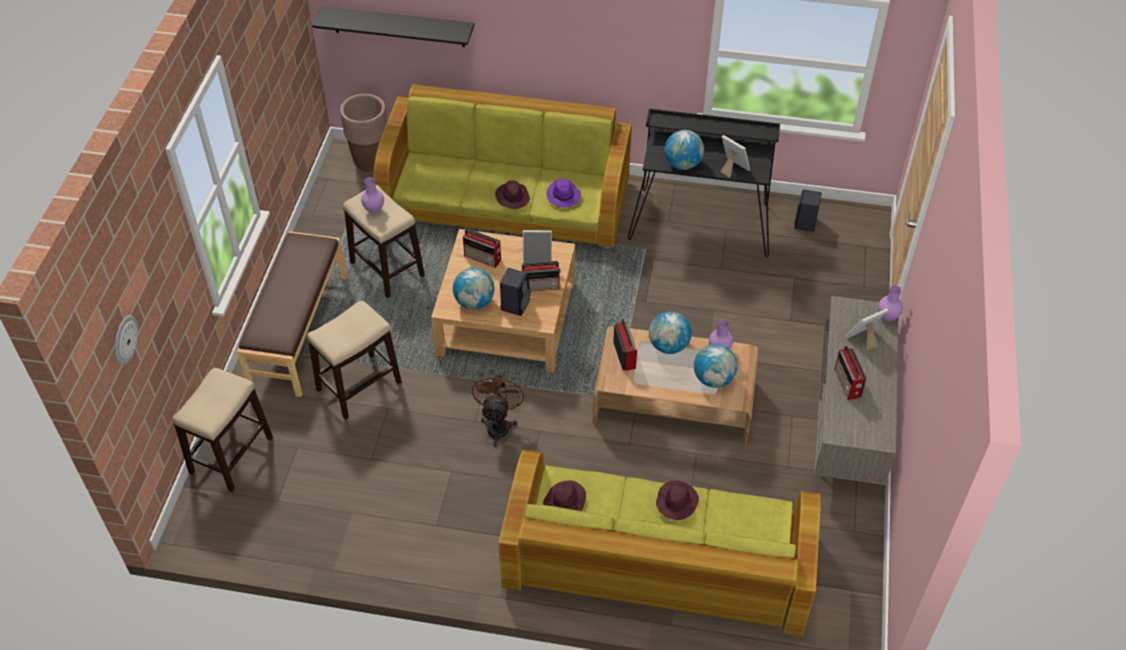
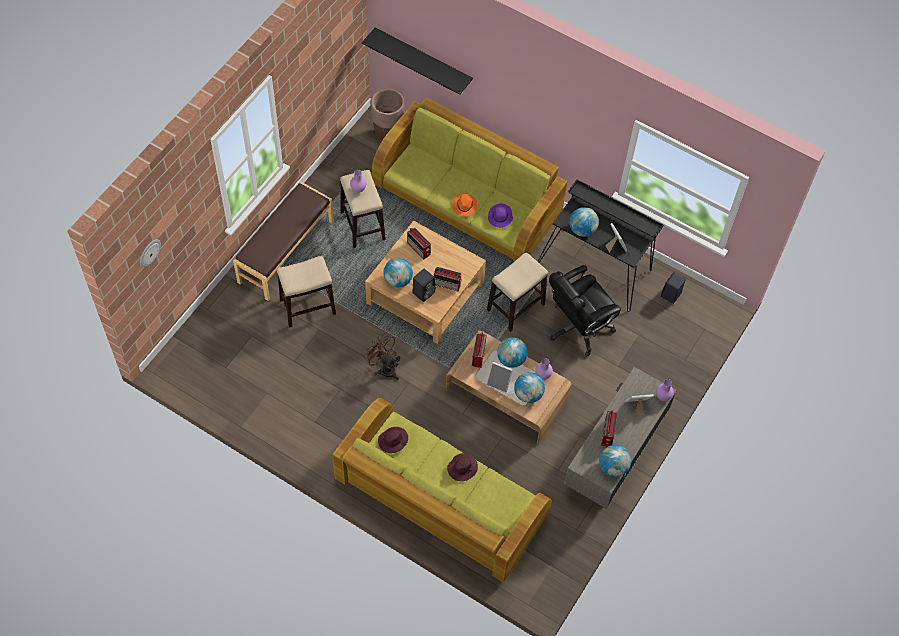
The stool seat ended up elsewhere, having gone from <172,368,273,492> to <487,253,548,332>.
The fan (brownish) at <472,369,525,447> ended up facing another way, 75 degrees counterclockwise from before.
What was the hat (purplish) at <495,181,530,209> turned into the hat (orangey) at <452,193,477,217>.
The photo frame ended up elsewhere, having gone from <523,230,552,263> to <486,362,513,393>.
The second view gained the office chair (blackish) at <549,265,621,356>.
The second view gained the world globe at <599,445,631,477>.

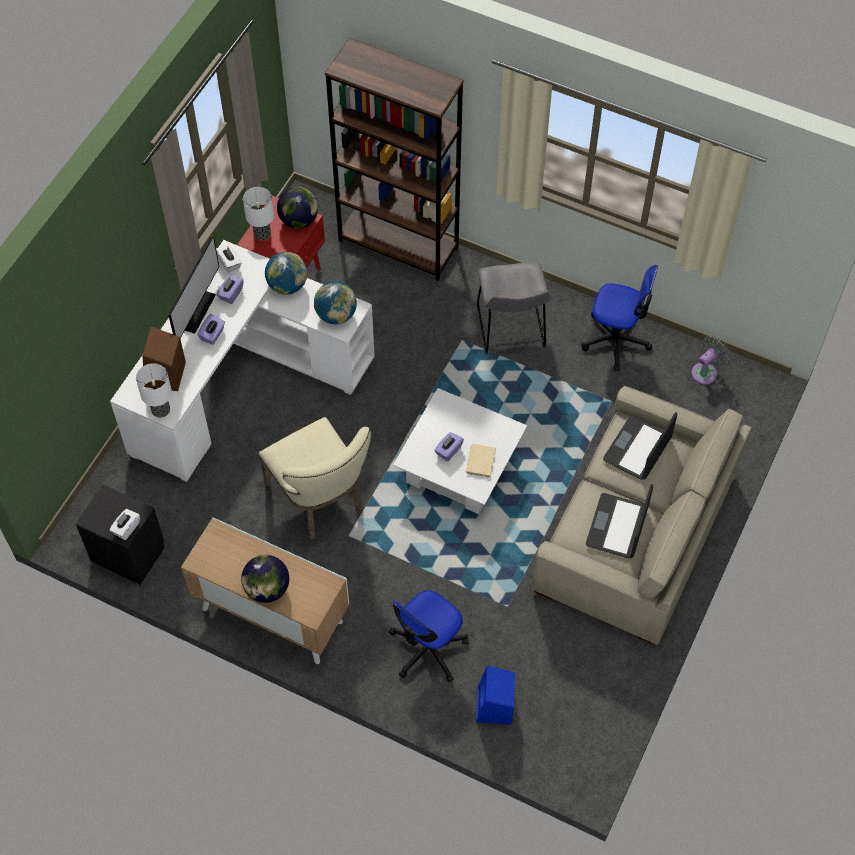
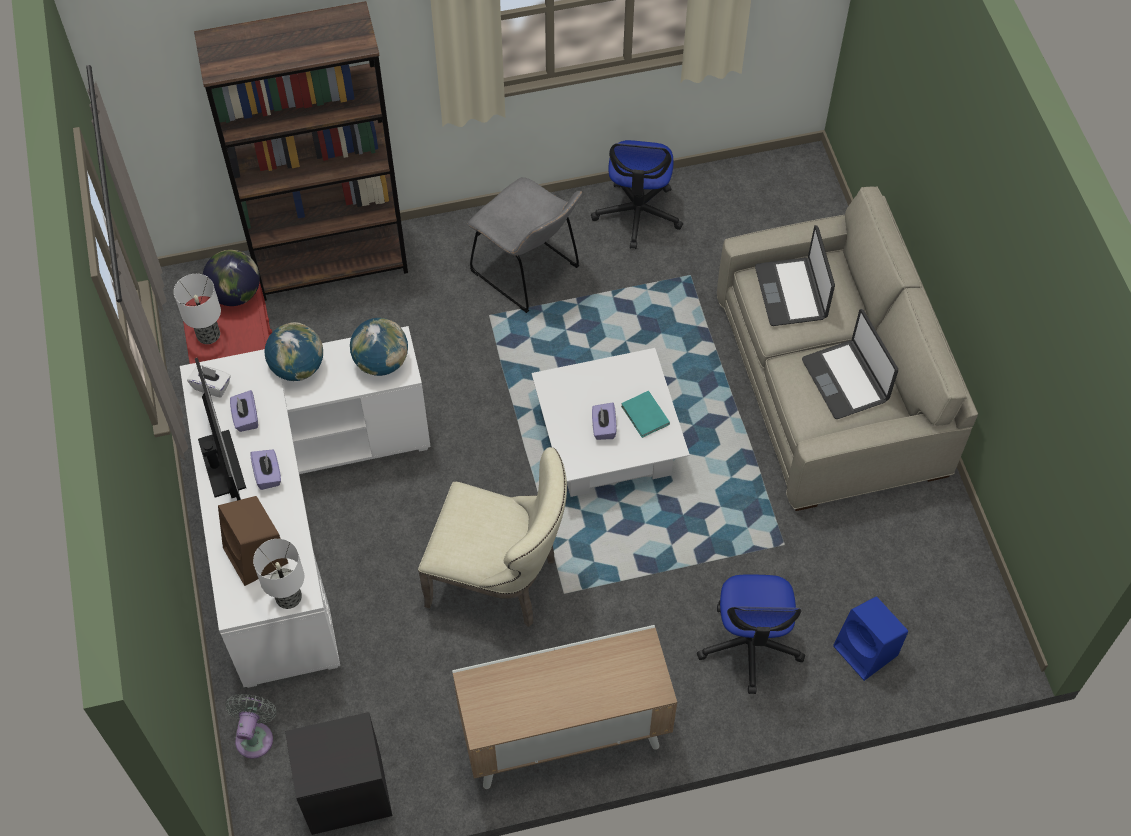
The second view lost the tissue box (whitish) at <109,509,140,540>.
The second view lost the world globe at <241,555,289,603>.
What was the volume (beige-coloured) at <466,444,496,478> turned into the volume (blue-green) at <621,391,670,438>.
The office chair at <582,265,658,371> ended up facing another way, 120 degrees clockwise from before.
The fan (grey) ended up elsewhere, having gone from <691,336,731,385> to <225,694,277,759>.

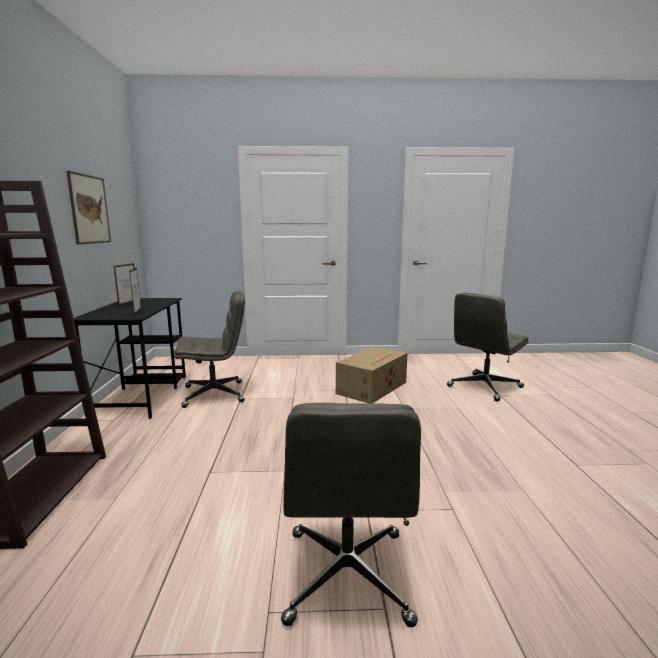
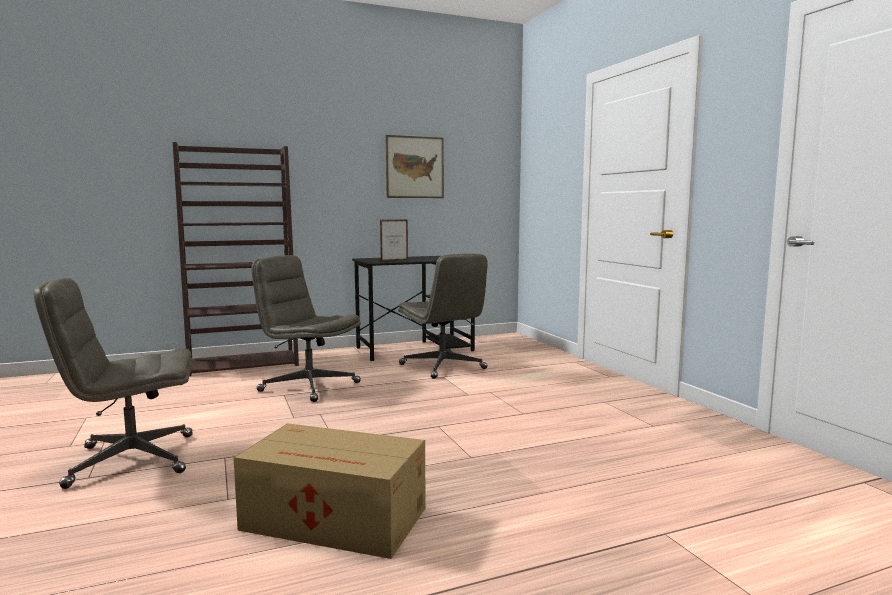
The second view lost the photo frame at <114,263,134,306>.
The carton ended up elsewhere, having gone from <336,346,408,403> to <234,423,426,559>.
The office chair (grey) ended up elsewhere, having gone from <447,293,529,402> to <251,255,361,402>.

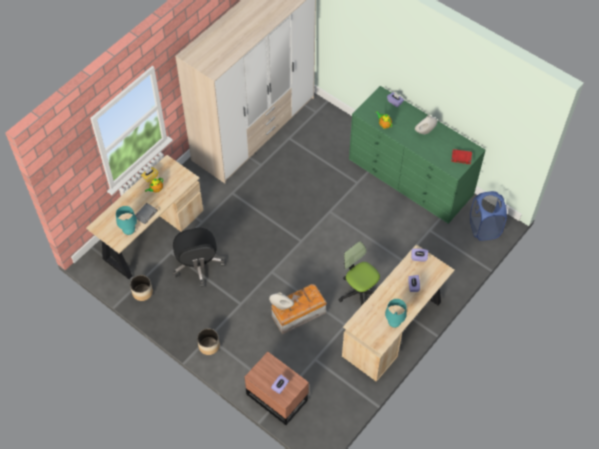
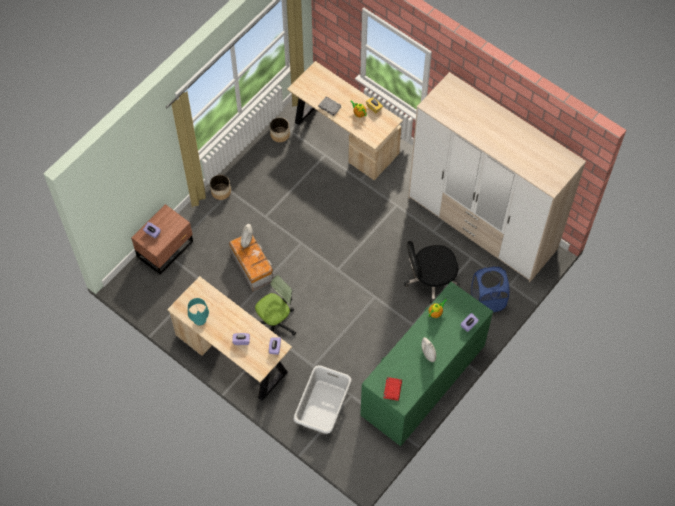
The second view lost the table lamp (blue-green) at <116,206,137,235>.
The office chair (blackish) ended up elsewhere, having gone from <173,228,225,287> to <404,241,460,305>.
The hamper (blue) ended up elsewhere, having gone from <470,191,507,241> to <471,266,509,312>.
The second view gained the hamper (grey) at <293,365,352,434>.

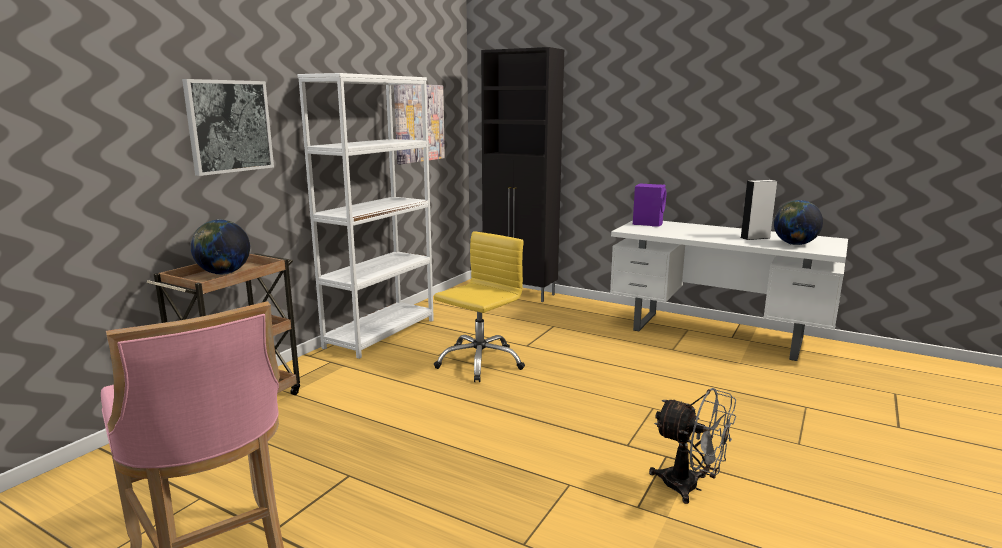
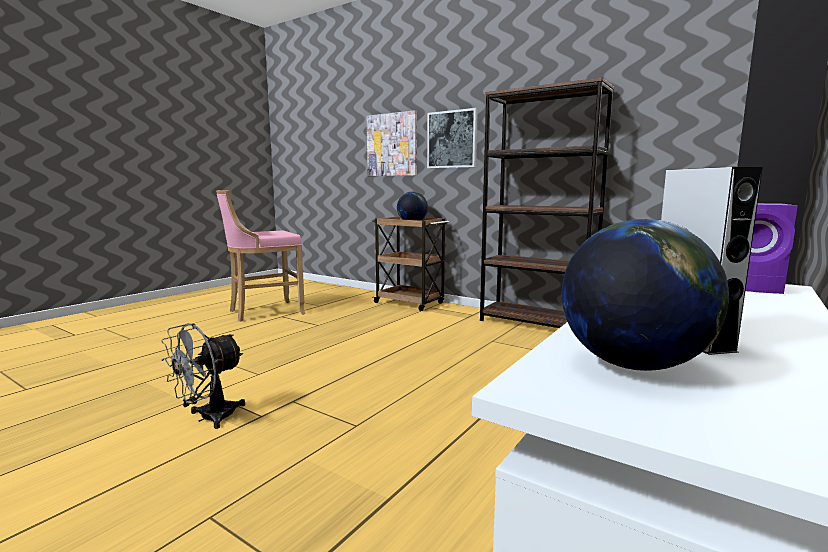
What was the shelving unit (whitish) at <297,73,434,359> turned into the shelving unit (brownish) at <480,77,614,328>.
The picture ended up elsewhere, having gone from <394,84,445,164> to <367,110,417,176>.
The second view lost the office chair (yellow-coloured) at <434,231,525,382>.

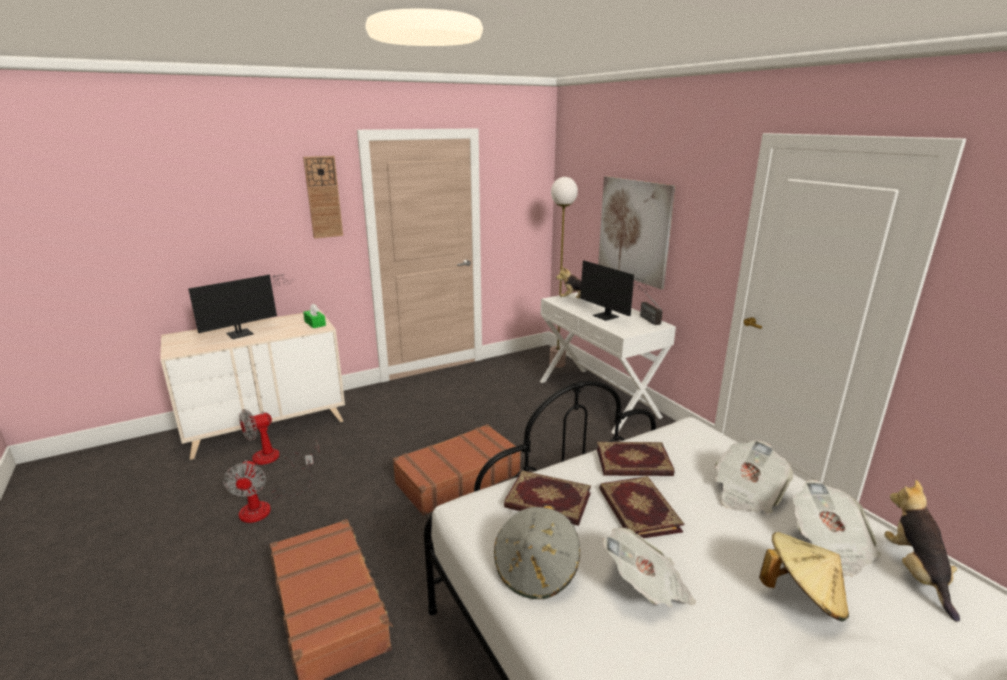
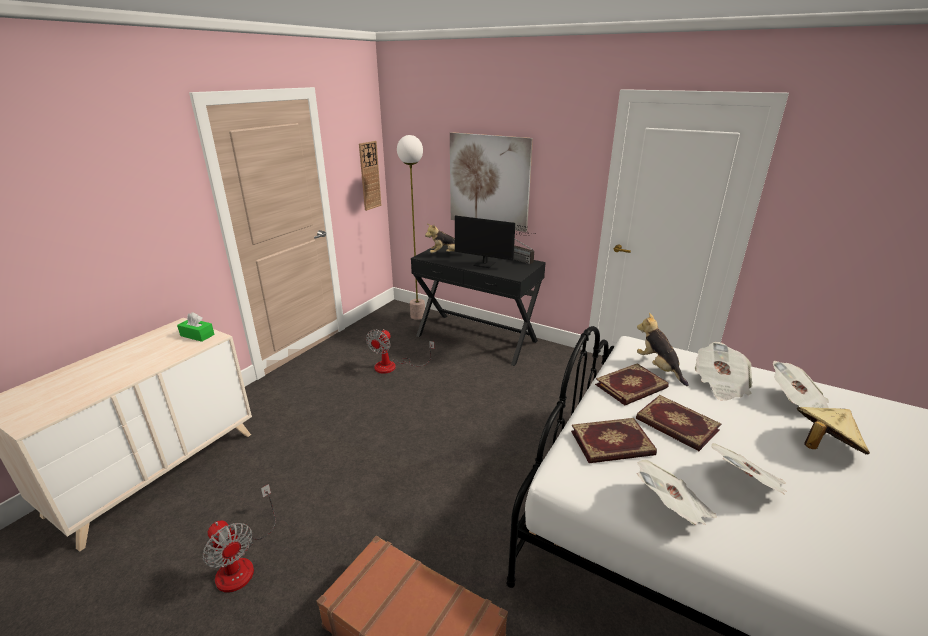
The second view lost the computer screen at <188,274,294,339>.
The fan ended up elsewhere, having gone from <239,409,320,468> to <366,329,435,373>.
The clock on the wall ended up elsewhere, having gone from <303,156,343,239> to <359,141,381,211>.
The second view lost the travel case (brownish) at <393,424,521,516>.
Where the hat (grey) stood at <494,505,580,599>, the daily paper came to stand at <637,460,717,525>.
What was the hall table (whitish) at <540,292,676,434> turned into the hall table (blackish) at <411,245,546,366>.
The soft toy ended up elsewhere, having gone from <884,480,960,622> to <637,313,689,386>.

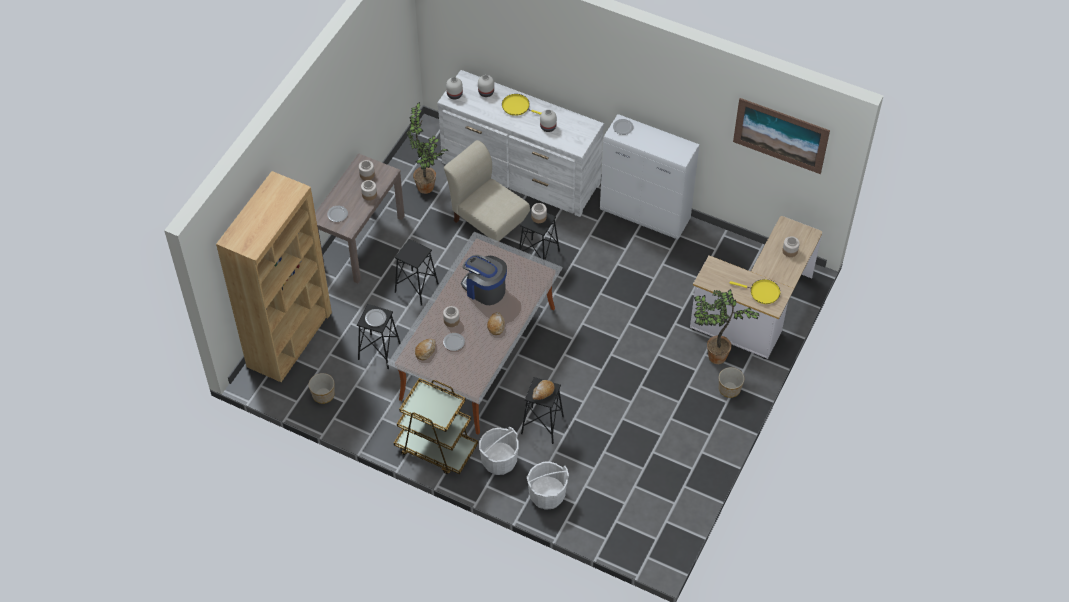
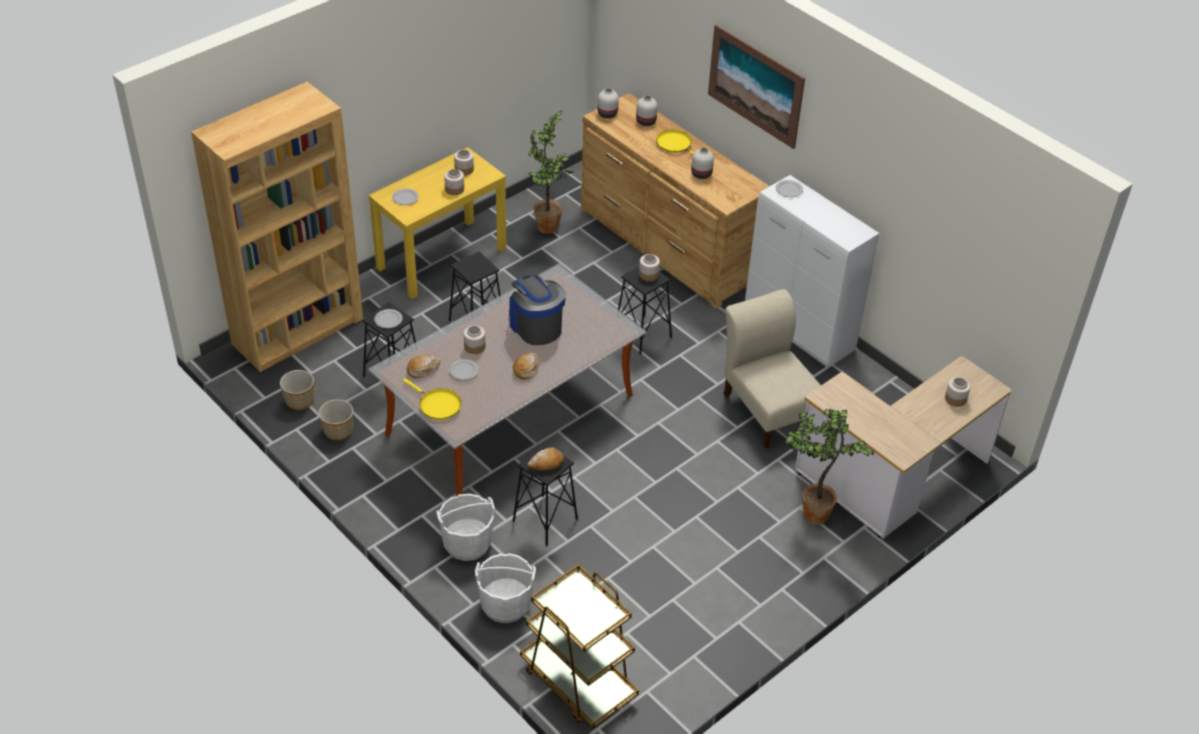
What was the hall table (brownish) at <315,153,405,283> turned into the hall table (yellow-coloured) at <368,147,507,299>.
The cart (brownish) ended up elsewhere, having gone from <394,378,478,474> to <520,564,639,728>.
What was the drawer chest (whitish) at <437,70,604,217> turned into the drawer chest (brownish) at <581,93,769,309>.
The chair (beige-coloured) ended up elsewhere, having gone from <444,140,530,242> to <723,289,821,448>.
The planter ended up elsewhere, having gone from <719,367,744,398> to <319,399,353,440>.
The skillet (yellow-coloured) ended up elsewhere, having gone from <730,279,780,304> to <403,378,461,420>.
The picture ended up elsewhere, having gone from <733,98,830,174> to <708,24,805,149>.

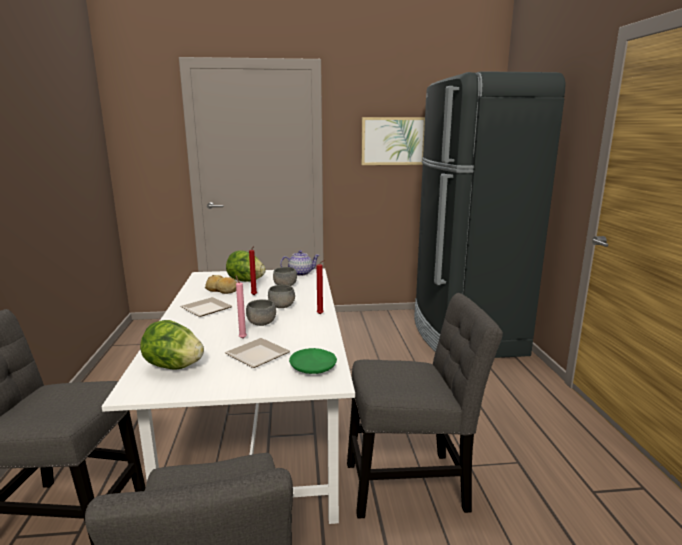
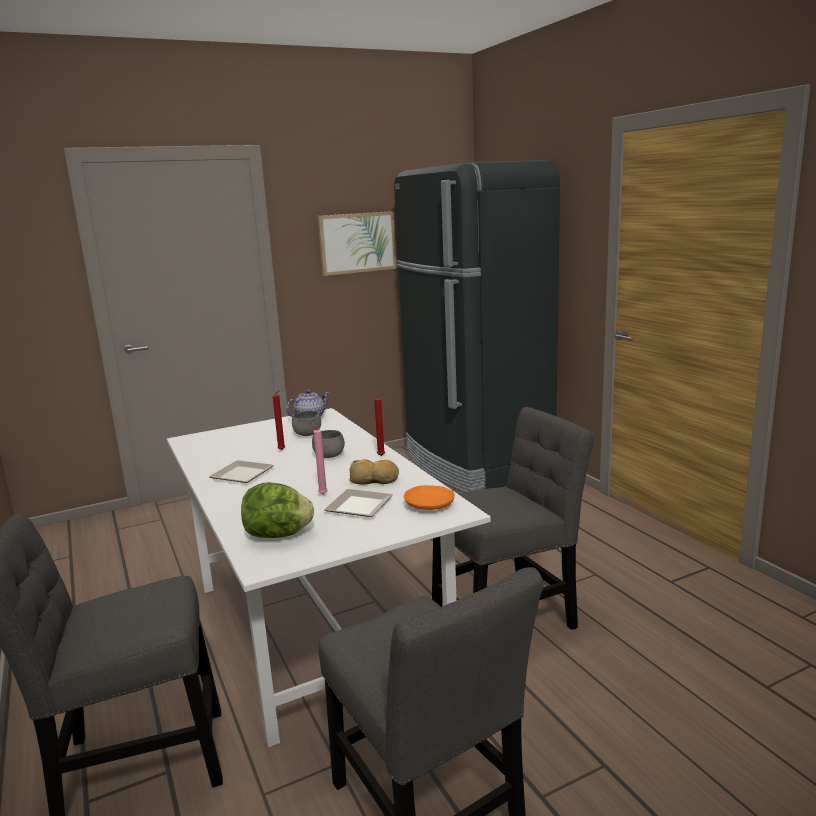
The bakery bread ended up elsewhere, having gone from <205,275,237,294> to <349,459,399,485>.
The second view lost the lettuce head at <226,250,266,282>.
The second view lost the bowl (grey) at <246,299,276,326>.
What was the flat dish (green-coloured) at <289,348,337,374> turned into the flat dish (orangey) at <404,485,455,510>.

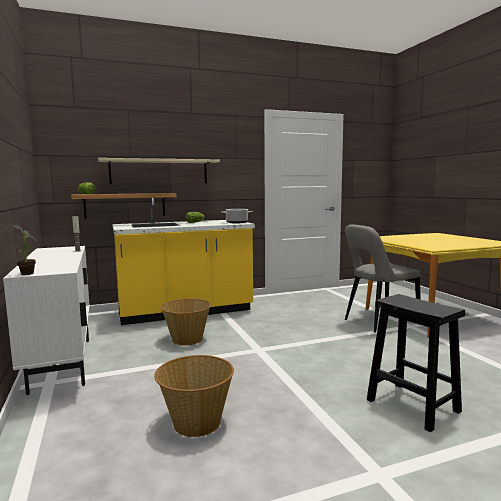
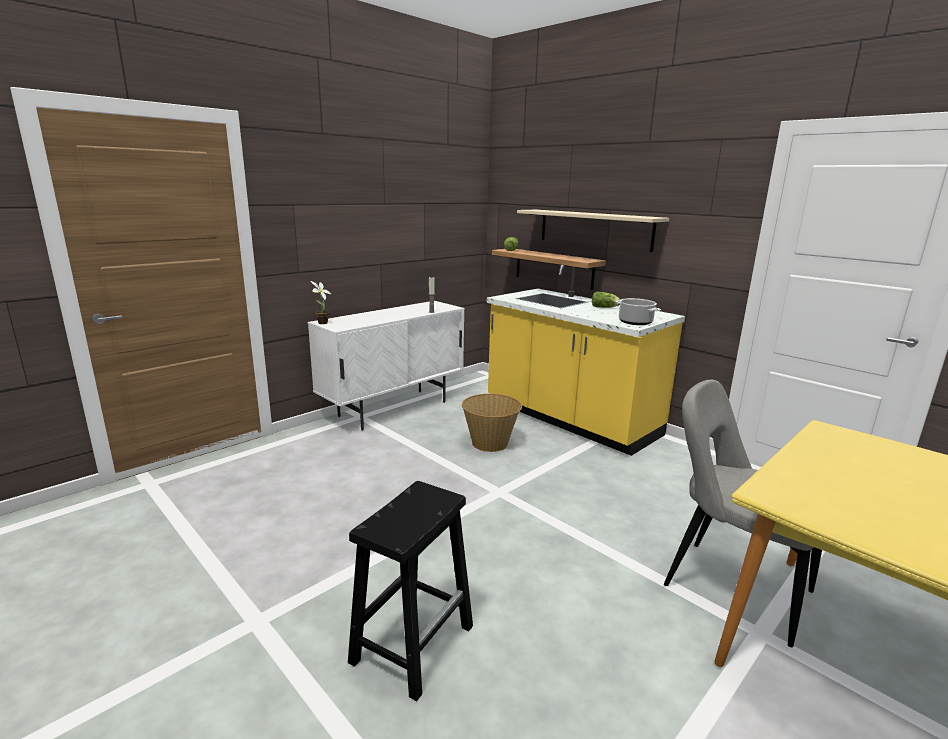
The second view lost the storage basket at <154,355,234,437>.

